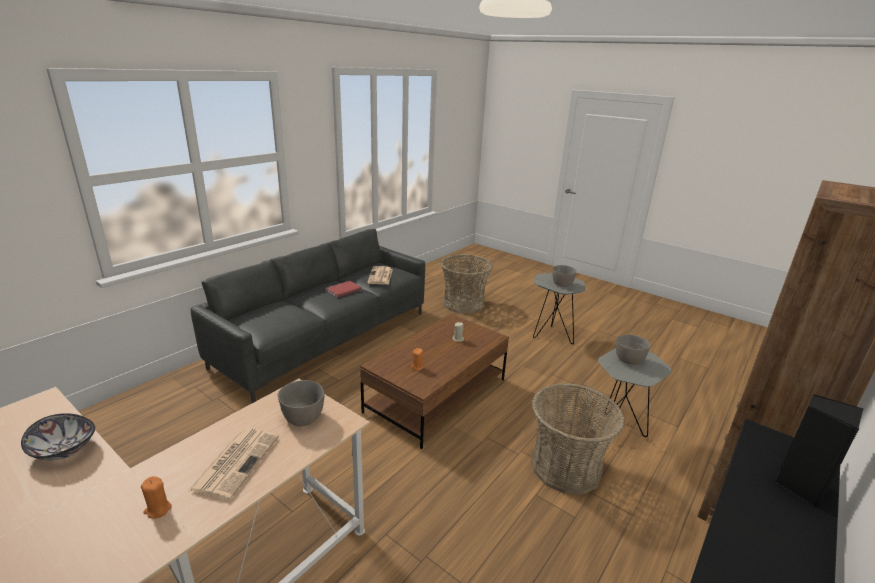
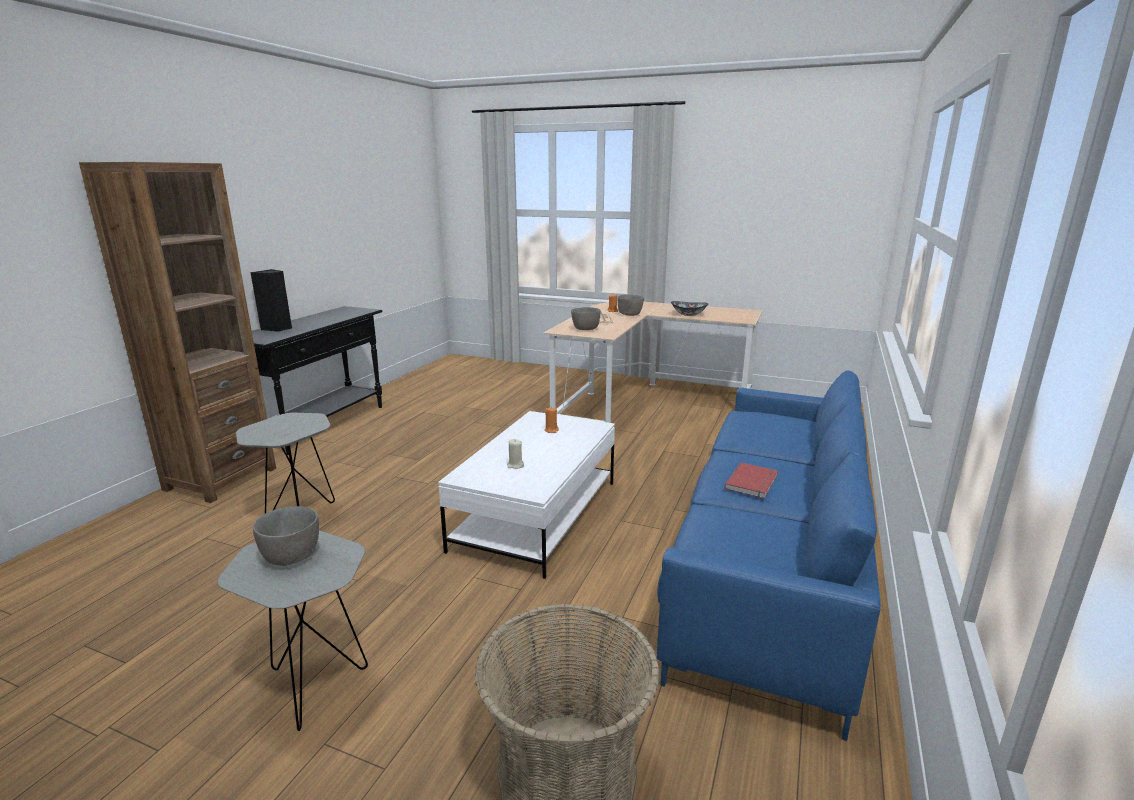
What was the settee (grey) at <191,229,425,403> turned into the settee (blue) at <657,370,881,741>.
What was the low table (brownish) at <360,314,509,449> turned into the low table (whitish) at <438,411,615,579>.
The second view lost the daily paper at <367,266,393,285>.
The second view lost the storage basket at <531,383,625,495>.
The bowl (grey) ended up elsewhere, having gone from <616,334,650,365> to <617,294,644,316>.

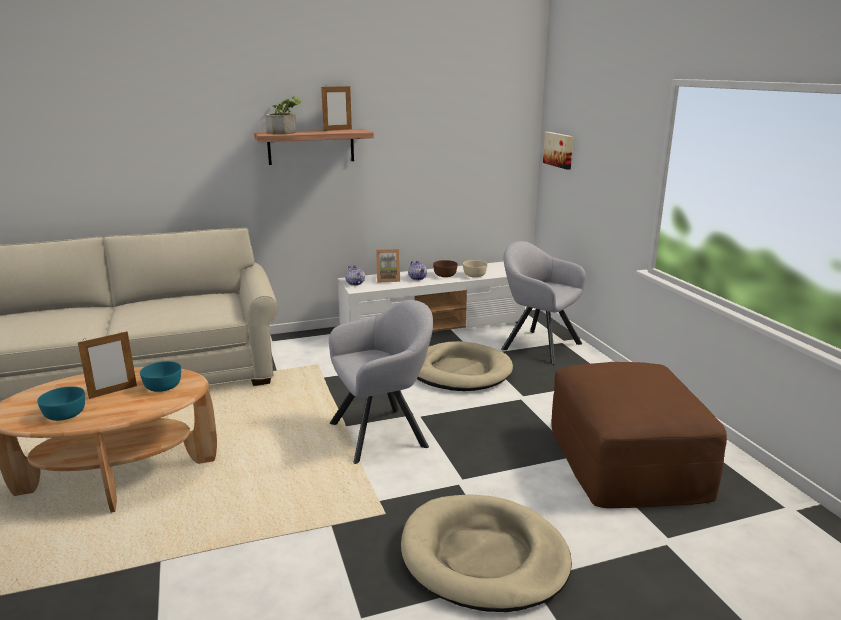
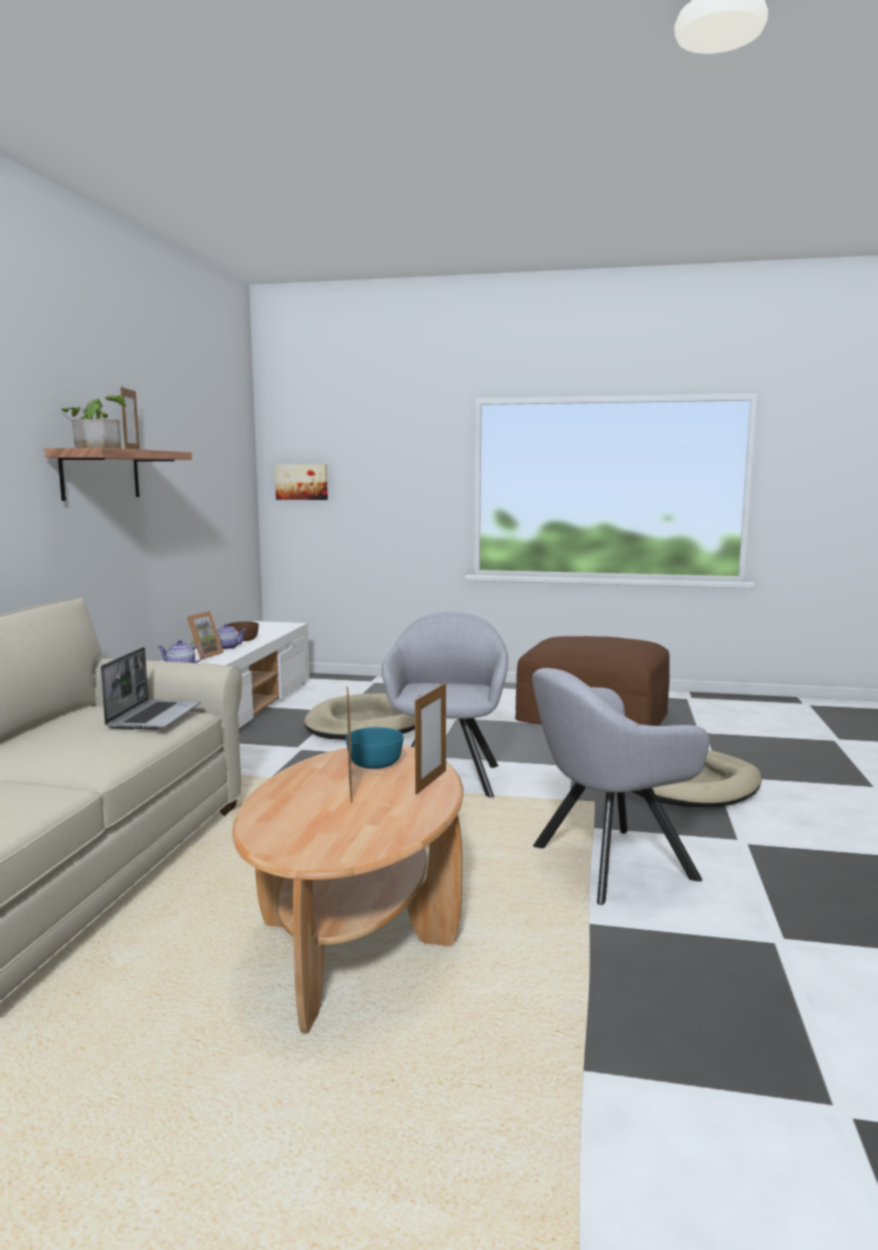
The second view lost the bowl (blue-green) at <37,386,85,421>.
The second view lost the bowl (beige-coloured) at <463,260,487,277>.
The lounge chair (grey) ended up elsewhere, having gone from <501,241,586,365> to <532,668,709,905>.
The second view gained the portable computer at <101,647,201,730>.
The second view gained the photo frame at <415,682,446,795>.

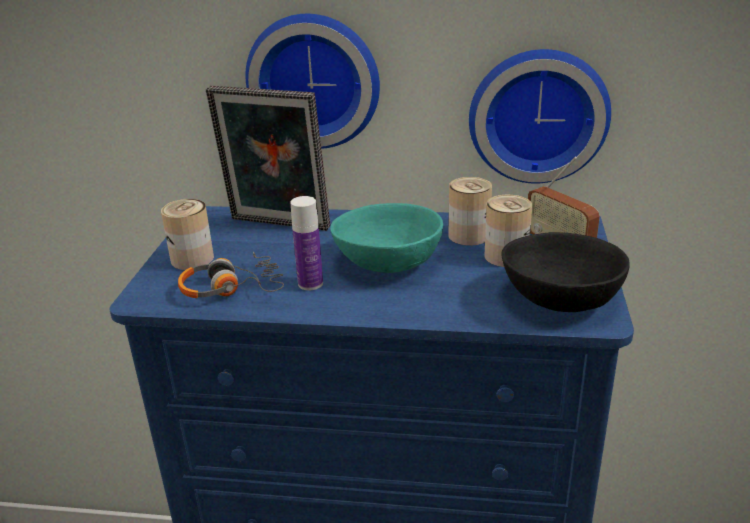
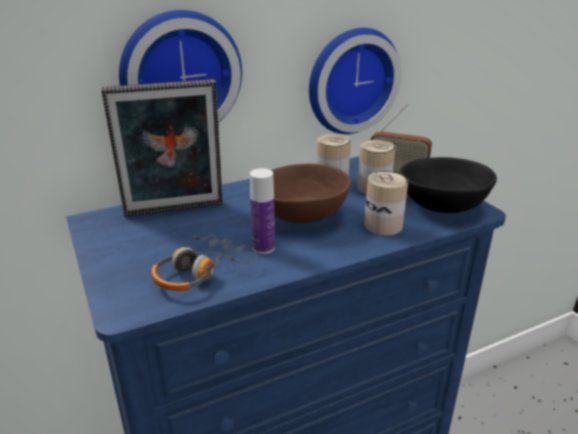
The sealed can ended up elsewhere, having gone from <161,199,214,270> to <364,171,408,235>.
What was the bowl (blue-green) at <330,203,443,273> turned into the bowl (brownish) at <271,164,351,223>.

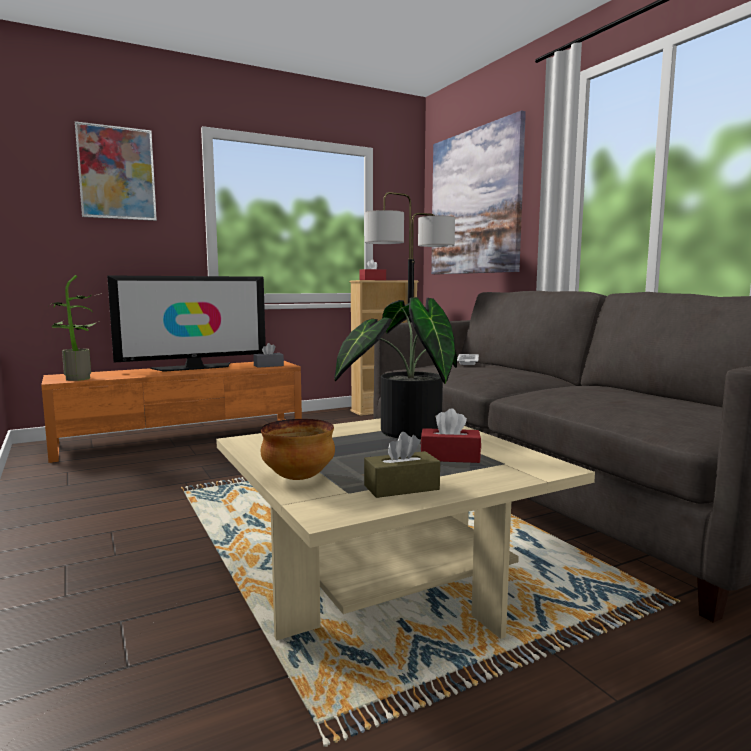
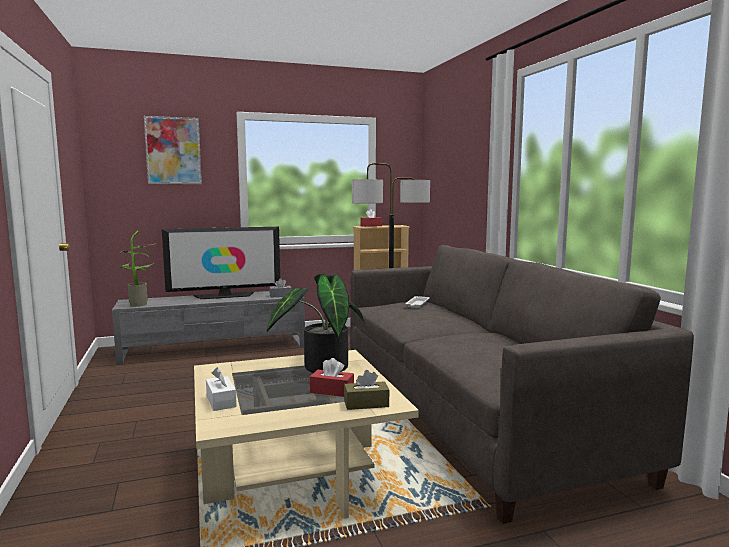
What was the media console (orangey) at <41,361,302,463> turned into the media console (grey) at <112,291,305,365>.
Where the bowl stood at <261,419,335,480>, the tissue box (whitish) came to stand at <206,367,237,411>.
The tissue box (brownish) ended up elsewhere, having gone from <364,432,440,498> to <344,370,390,410>.
The second view lost the picture at <431,111,526,274>.

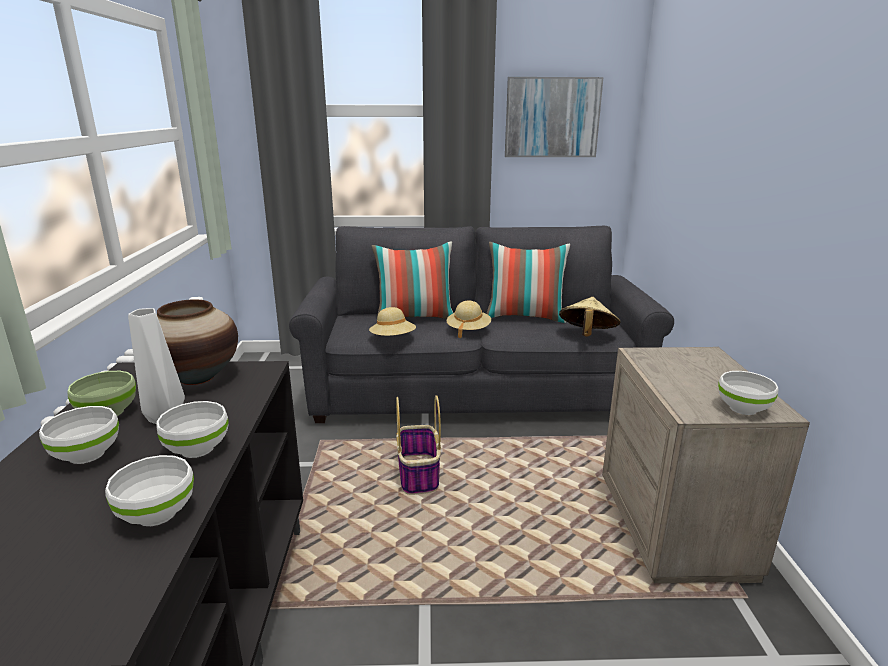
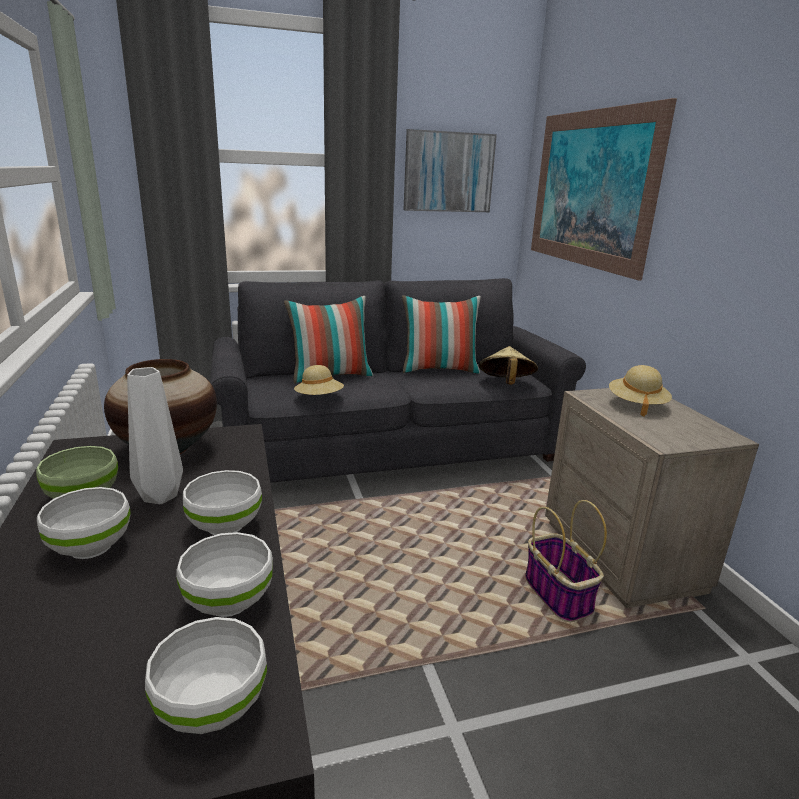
The storage basket ended up elsewhere, having gone from <396,395,441,495> to <525,500,607,622>.
The hat (beige-coloured) ended up elsewhere, having gone from <447,300,491,339> to <609,365,672,417>.
The bowl (whitish) ended up elsewhere, having gone from <718,371,778,415> to <145,617,267,734>.
The second view gained the picture at <531,98,677,281>.

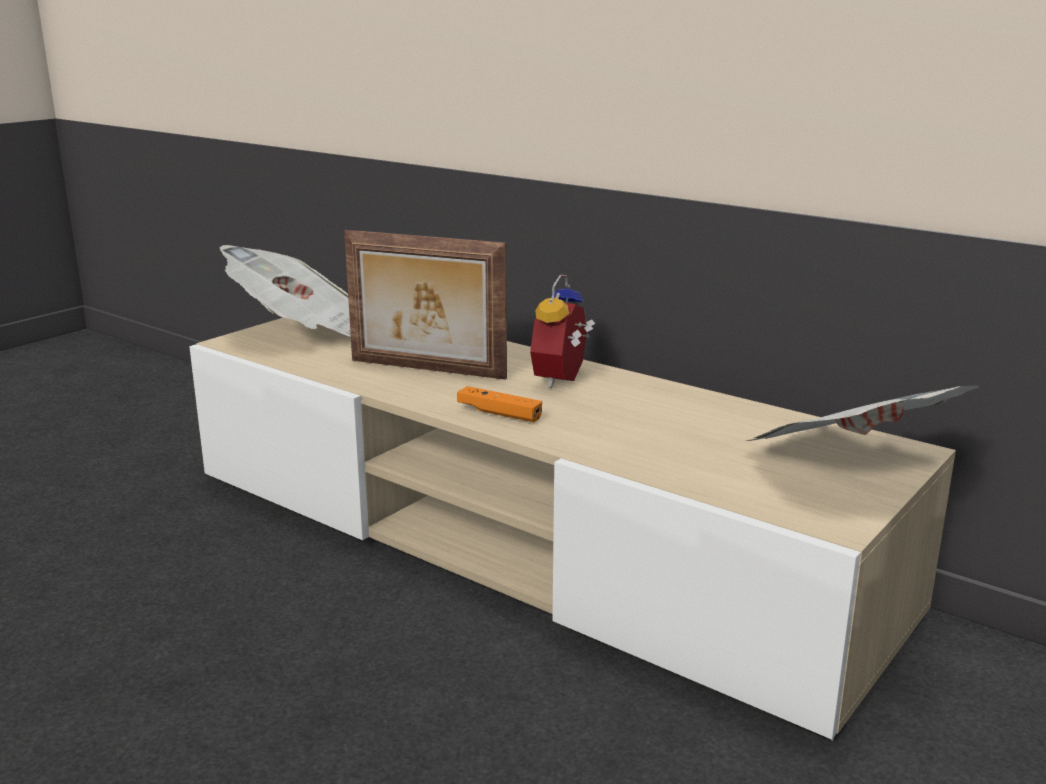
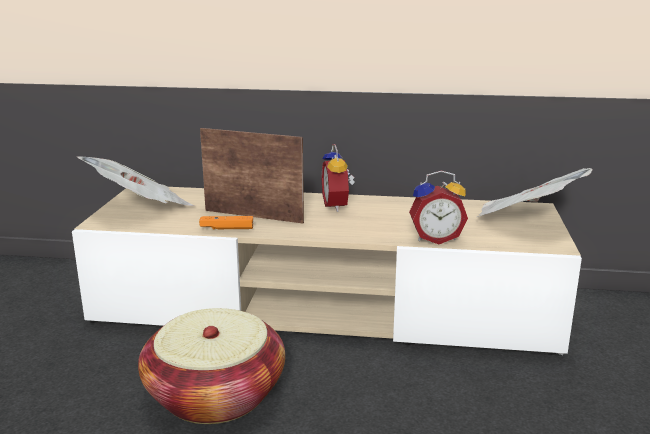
The photo frame at <344,230,507,380> ended up facing another way, 150 degrees counterclockwise from before.
The joypad (orangey) ended up elsewhere, having gone from <457,386,542,422> to <199,216,253,229>.
The second view gained the storage basket at <138,308,285,424>.
The second view gained the alarm clock at <409,171,468,244>.

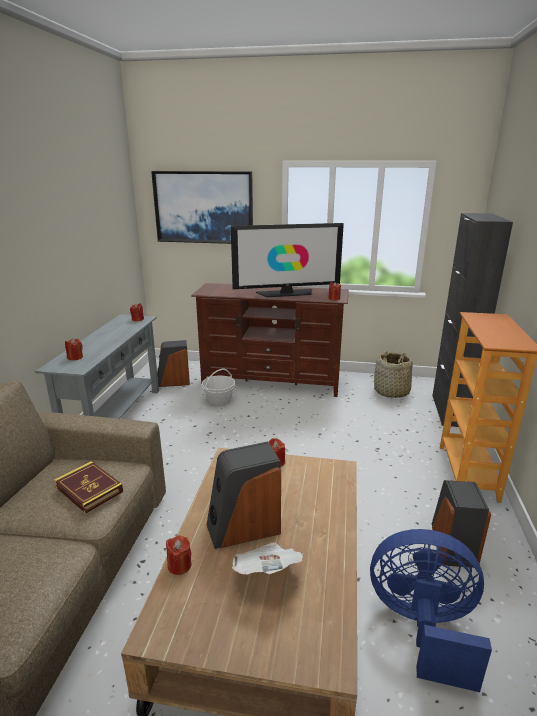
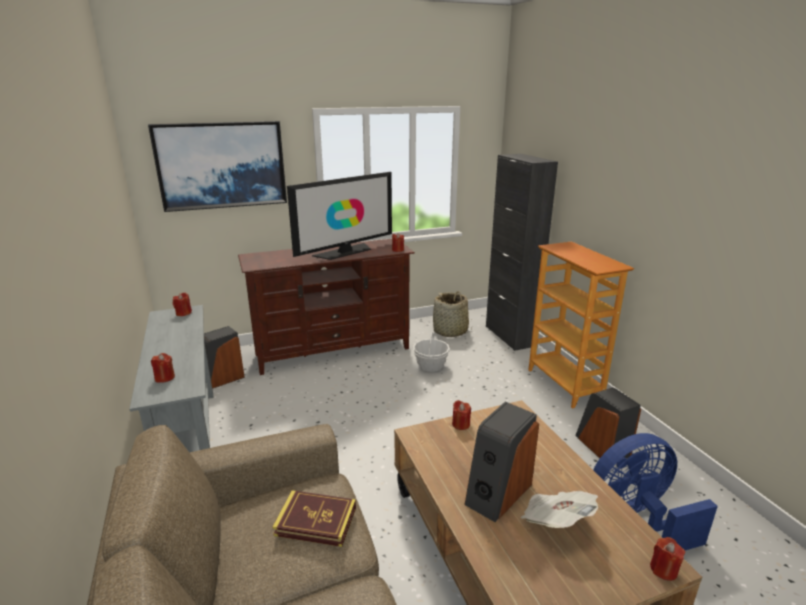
The wax candle (red-coloured) ended up elsewhere, having gone from <166,535,191,575> to <650,537,685,581>.
The storage basket ended up elsewhere, having gone from <201,369,235,405> to <413,331,450,372>.

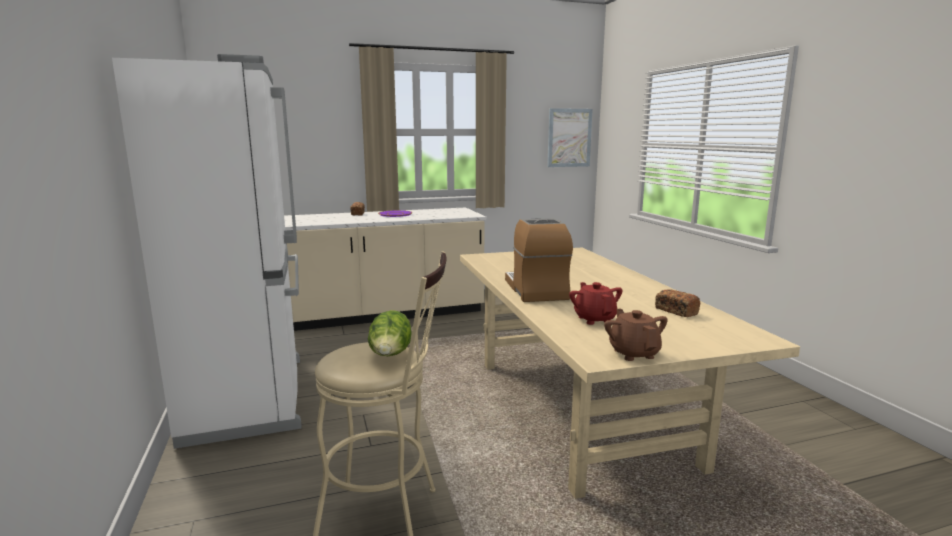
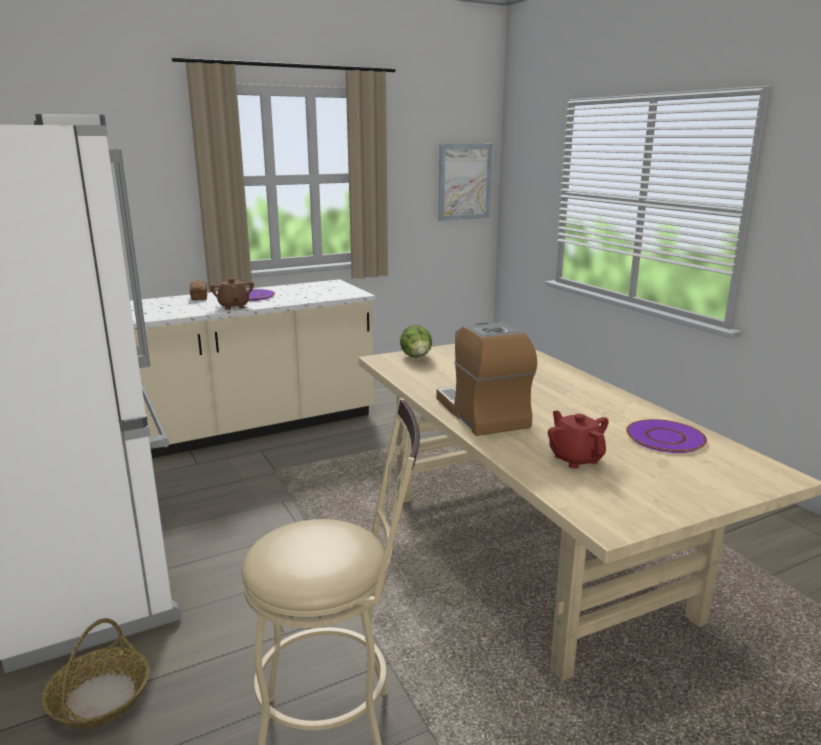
The lettuce head ended up elsewhere, having gone from <368,310,411,356> to <400,325,432,357>.
The pot for tea (brownish) ended up elsewhere, having gone from <604,309,667,361> to <210,278,254,310>.
Where the bakery bread stood at <655,289,700,317>, the flat dish (purplish) came to stand at <626,419,707,453>.
The second view gained the storage basket at <42,618,149,729>.

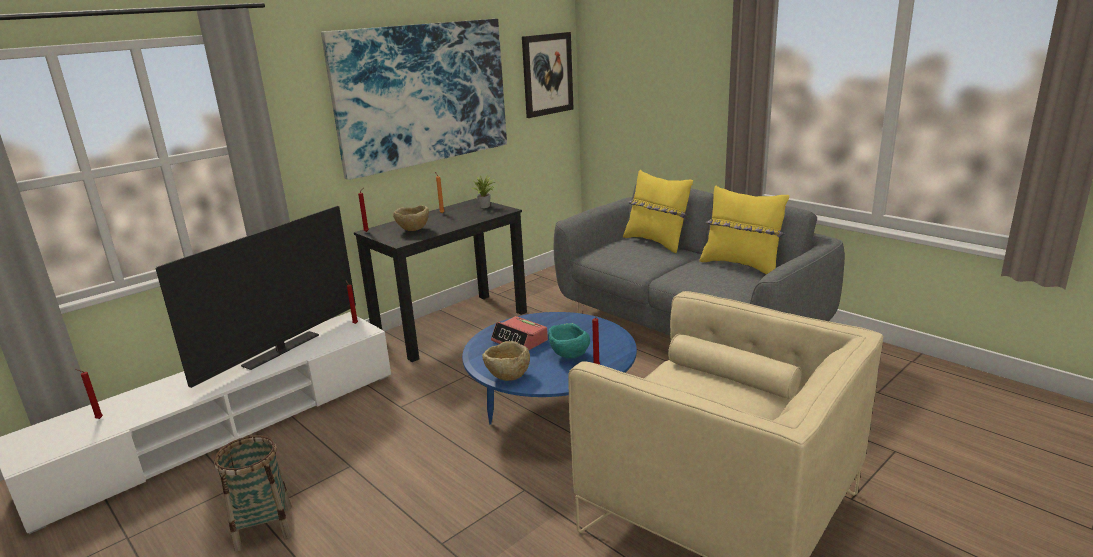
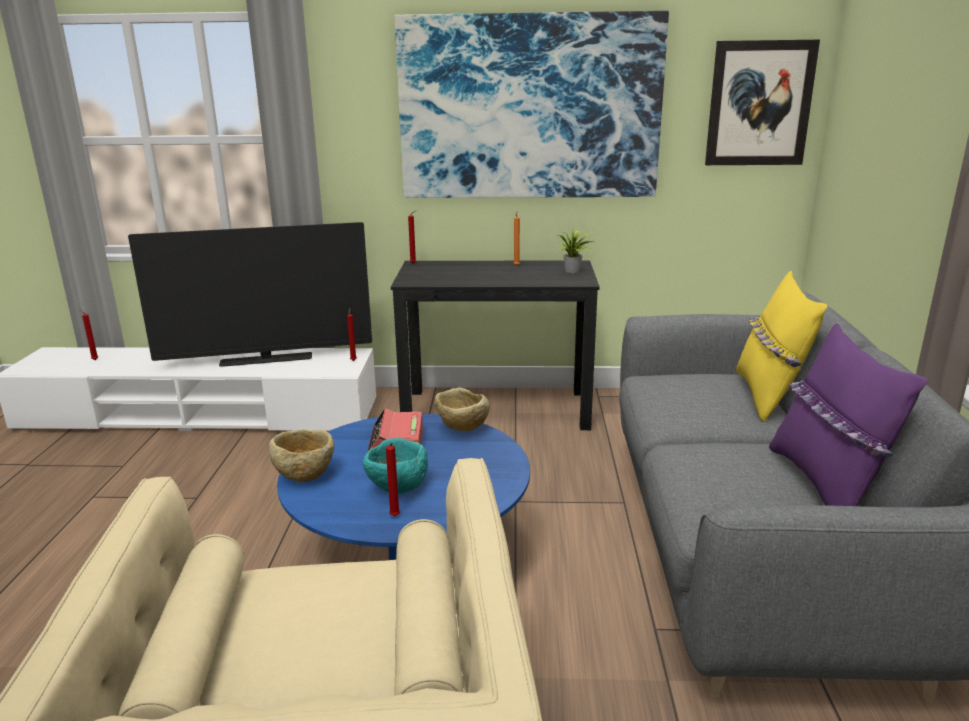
The second view lost the storage basket at <214,435,292,552>.
The bowl (beige-coloured) ended up elsewhere, having gone from <393,205,429,231> to <435,387,490,431>.
What was the pillow (yellow-coloured) at <699,185,789,274> turned into the pillow (purplish) at <769,323,928,506>.

